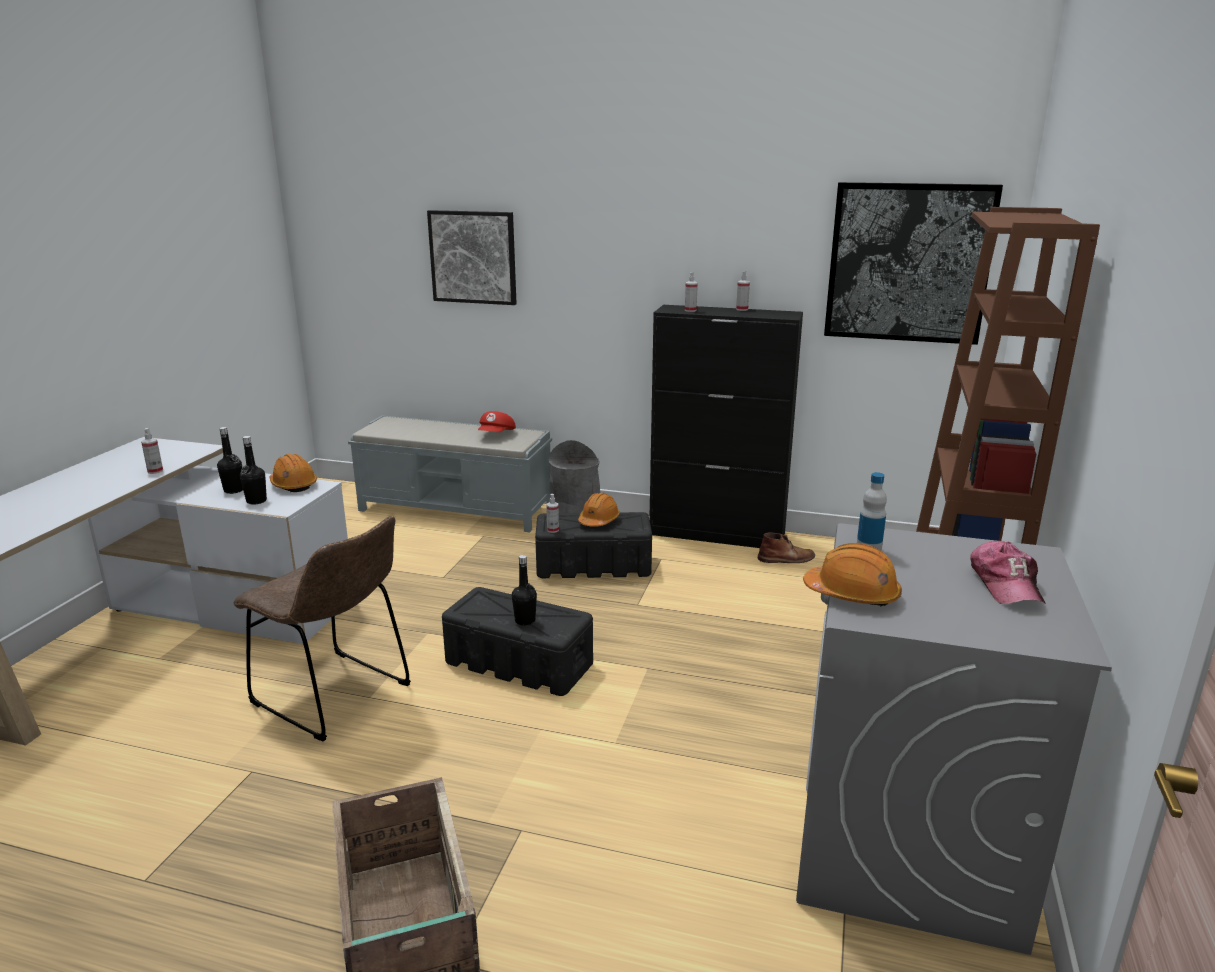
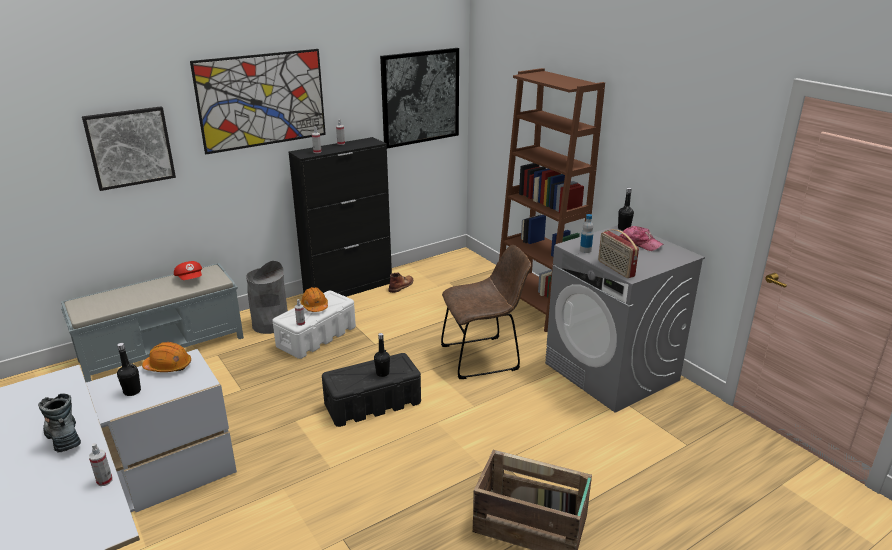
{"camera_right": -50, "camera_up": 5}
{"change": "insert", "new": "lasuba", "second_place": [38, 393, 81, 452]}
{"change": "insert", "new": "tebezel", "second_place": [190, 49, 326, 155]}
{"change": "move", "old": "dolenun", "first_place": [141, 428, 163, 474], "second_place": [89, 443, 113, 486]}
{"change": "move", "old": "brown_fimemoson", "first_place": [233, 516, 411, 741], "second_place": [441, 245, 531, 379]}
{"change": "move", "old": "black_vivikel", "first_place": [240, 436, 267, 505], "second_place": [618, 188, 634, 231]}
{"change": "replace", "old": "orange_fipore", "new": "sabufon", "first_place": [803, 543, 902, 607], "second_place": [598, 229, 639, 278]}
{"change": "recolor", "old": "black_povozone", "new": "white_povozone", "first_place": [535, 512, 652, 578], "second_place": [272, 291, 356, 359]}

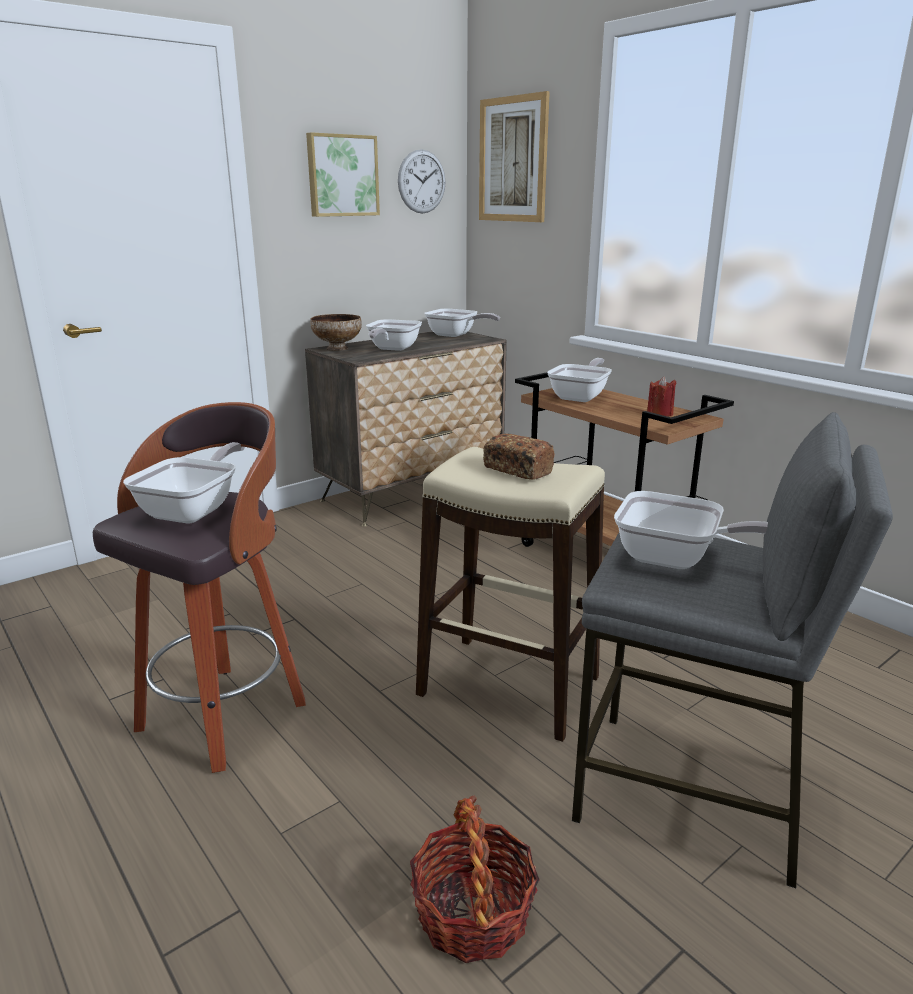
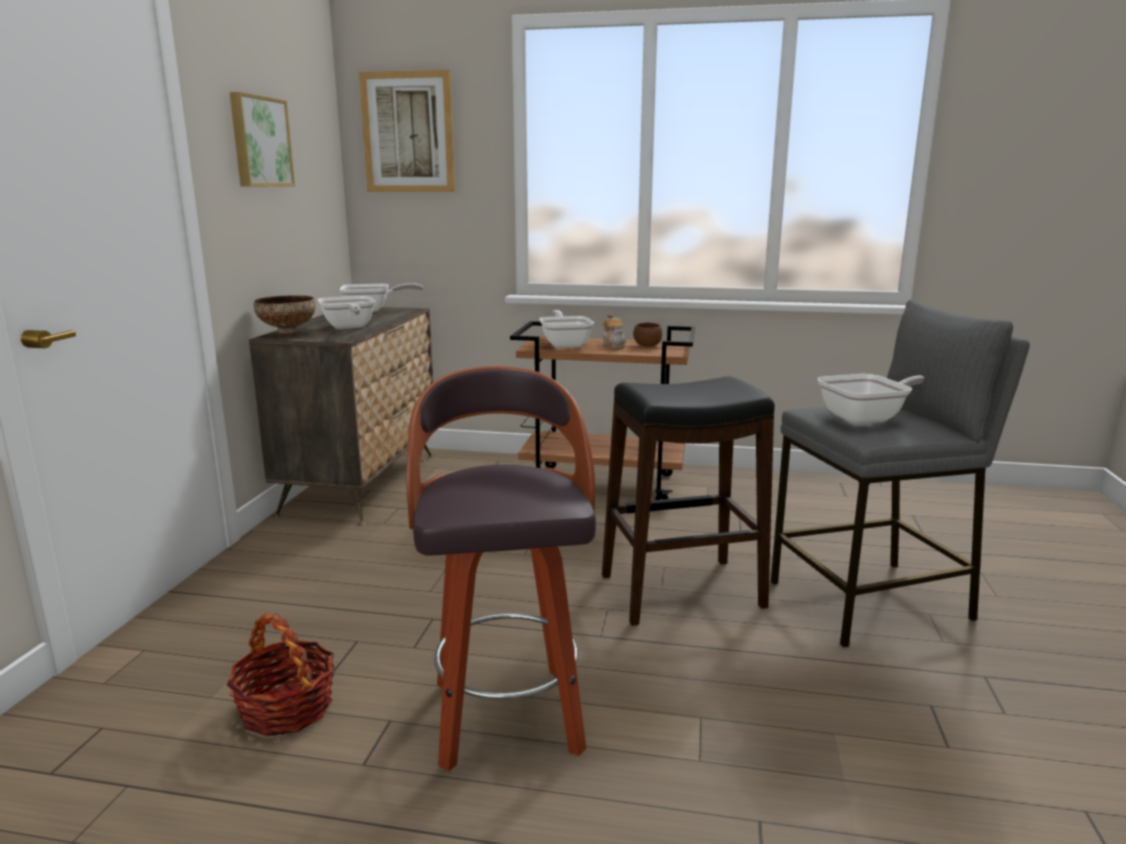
{"camera_right": -40, "camera_up": -5}
{"change": "delete", "old": "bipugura", "first_place": [123, 442, 245, 524]}
{"change": "delete", "old": "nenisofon", "first_place": [398, 149, 445, 214]}
{"change": "delete", "old": "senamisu", "first_place": [483, 433, 555, 480]}
{"change": "insert", "new": "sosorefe", "second_place": [603, 313, 626, 349]}
{"change": "move", "old": "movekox", "first_place": [410, 795, 539, 963], "second_place": [227, 613, 335, 737]}
{"change": "replace", "old": "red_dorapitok", "new": "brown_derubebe", "first_place": [647, 376, 676, 416], "second_place": [633, 322, 662, 347]}
{"change": "recolor", "old": "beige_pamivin", "new": "black_pamivin", "first_place": [416, 447, 605, 742], "second_place": [602, 376, 775, 626]}

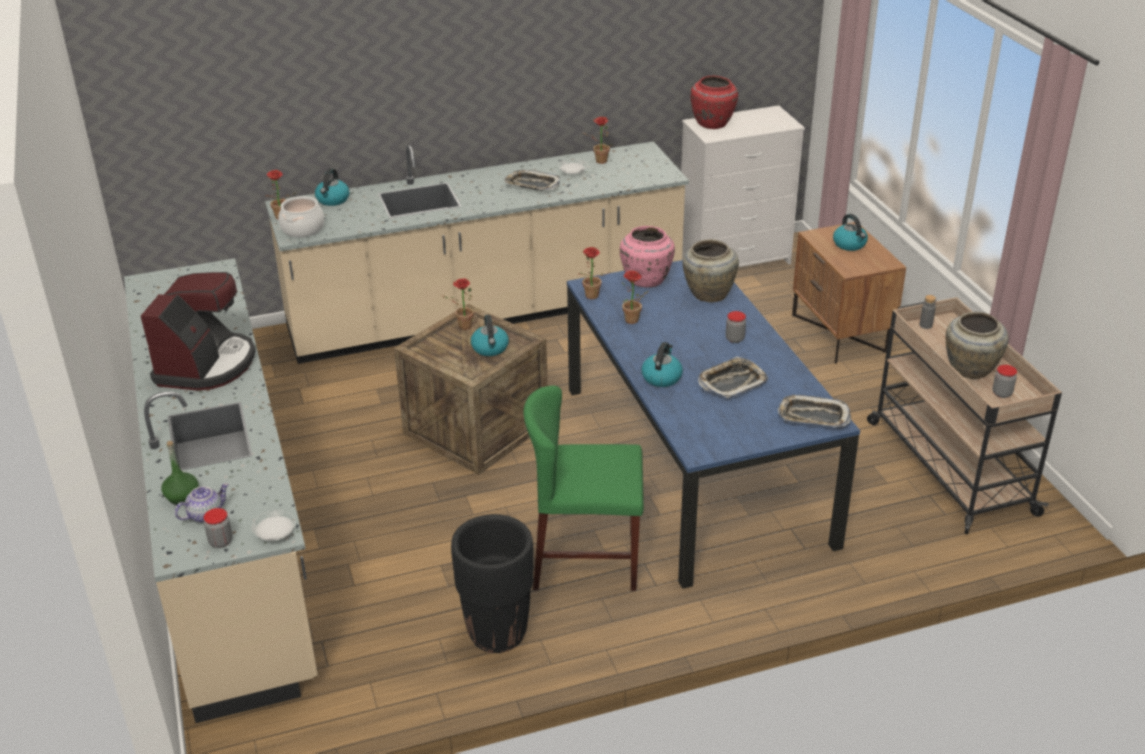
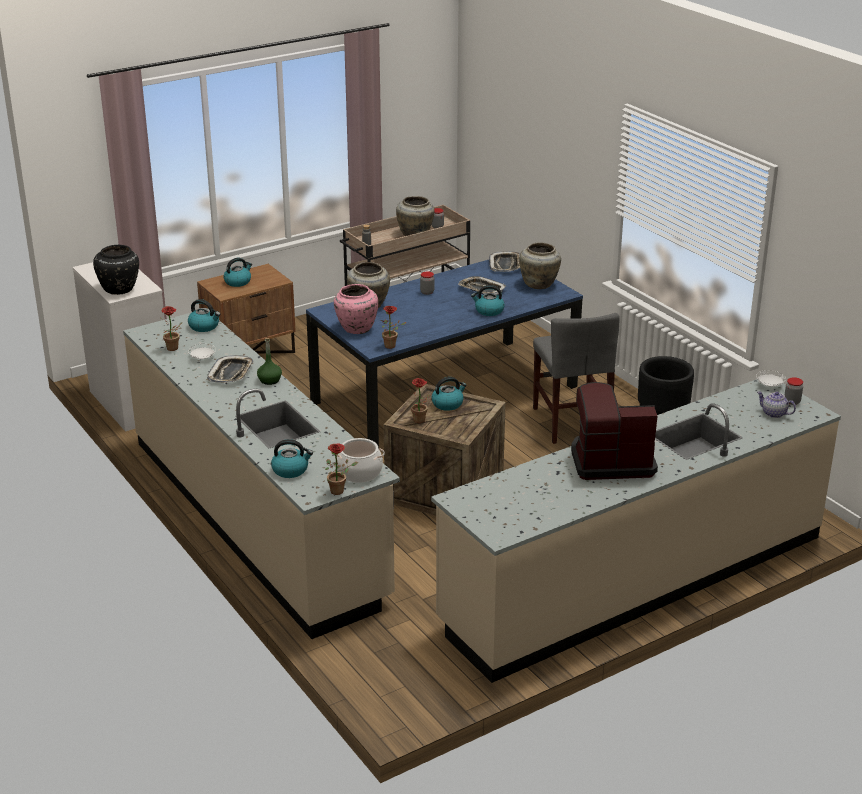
{"camera_right": -105, "camera_up": -5}
{"change": "delete", "old": "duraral", "first_place": [622, 270, 649, 324]}
{"change": "insert", "new": "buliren", "second_place": [188, 299, 220, 332]}
{"change": "insert", "new": "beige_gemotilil", "second_place": [519, 242, 561, 289]}
{"change": "move", "old": "green_vivikel", "first_place": [161, 441, 198, 505], "second_place": [257, 338, 282, 385]}
{"change": "recolor", "old": "green_fimemoson", "new": "grey_fimemoson", "first_place": [524, 385, 644, 591], "second_place": [533, 313, 620, 444]}
{"change": "recolor", "old": "red_gemotilil", "new": "black_gemotilil", "first_place": [690, 76, 738, 129], "second_place": [93, 245, 139, 295]}

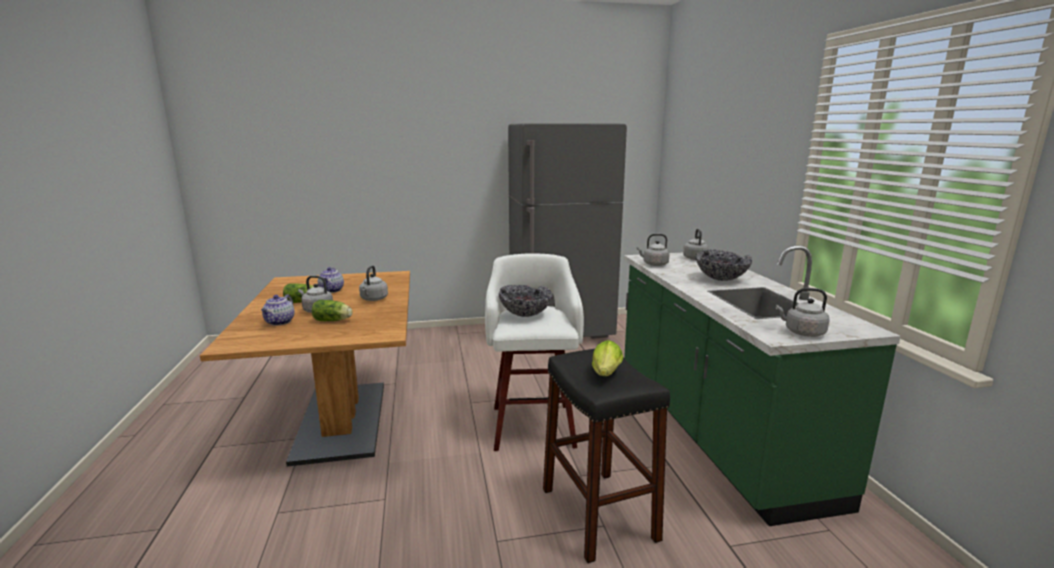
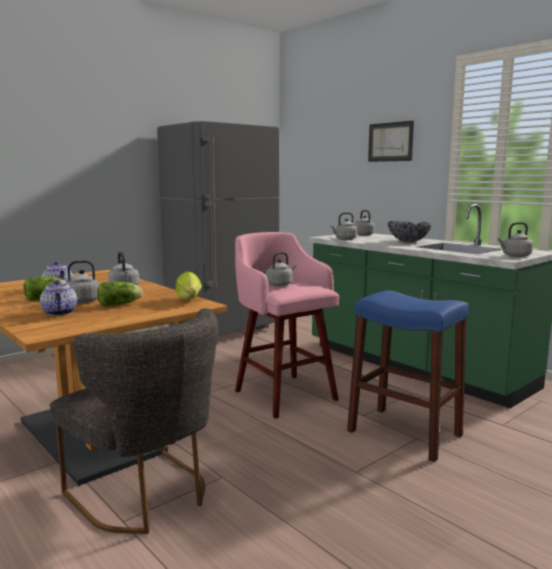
{"camera_right": -30, "camera_up": -5}
{"change": "insert", "new": "grey_fimemoson", "second_place": [50, 308, 218, 534]}
{"change": "insert", "new": "tebezel", "second_place": [368, 121, 414, 162]}
{"change": "move", "old": "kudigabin", "first_place": [592, 340, 623, 376], "second_place": [175, 271, 202, 300]}
{"change": "replace", "old": "derubebe", "new": "grey_buliren", "first_place": [499, 285, 553, 317], "second_place": [266, 252, 296, 286]}
{"change": "recolor", "old": "white_pamivin", "new": "pink_pamivin", "first_place": [485, 253, 584, 451], "second_place": [235, 232, 339, 419]}
{"change": "recolor", "old": "black_pamivin", "new": "blue_pamivin", "first_place": [543, 349, 670, 563], "second_place": [347, 290, 469, 462]}

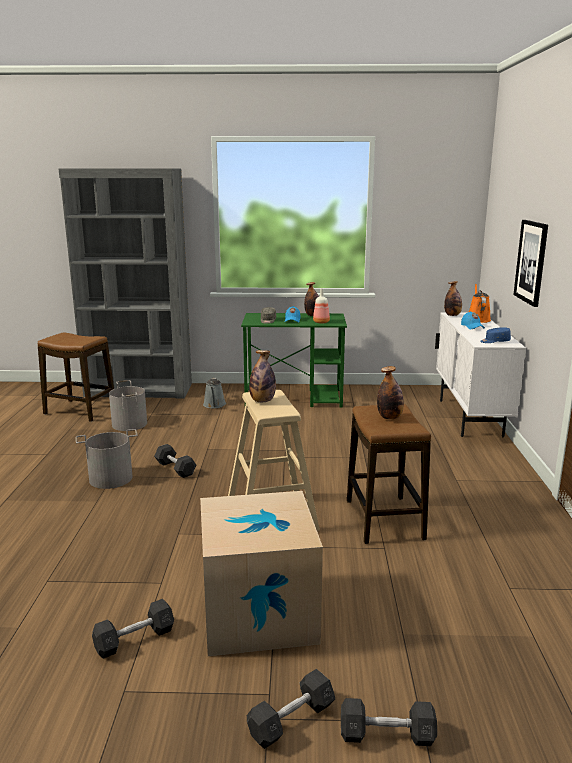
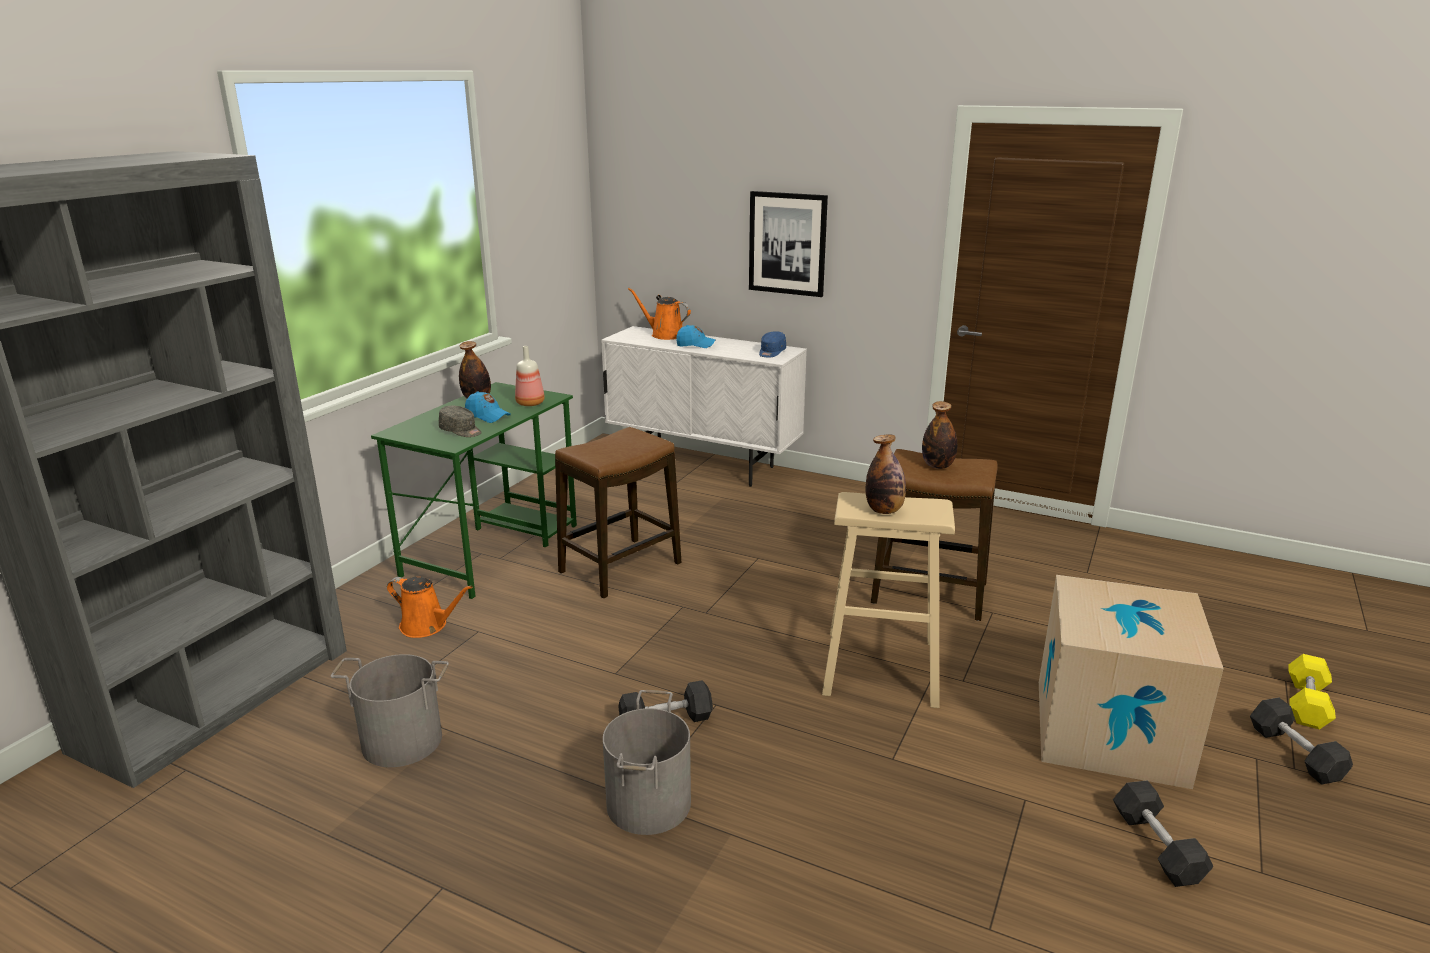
{"camera_right": -65, "camera_up": 5}
{"change": "delete", "old": "vivikel", "first_place": [444, 281, 462, 316]}
{"change": "move", "old": "pamivin", "first_place": [38, 332, 114, 422], "second_place": [555, 427, 681, 598]}
{"change": "recolor", "old": "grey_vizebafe", "new": "orange_vizebafe", "first_place": [203, 378, 226, 408], "second_place": [387, 577, 473, 638]}
{"change": "recolor", "old": "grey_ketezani", "new": "yellow_ketezani", "first_place": [341, 698, 437, 746], "second_place": [1288, 654, 1336, 730]}

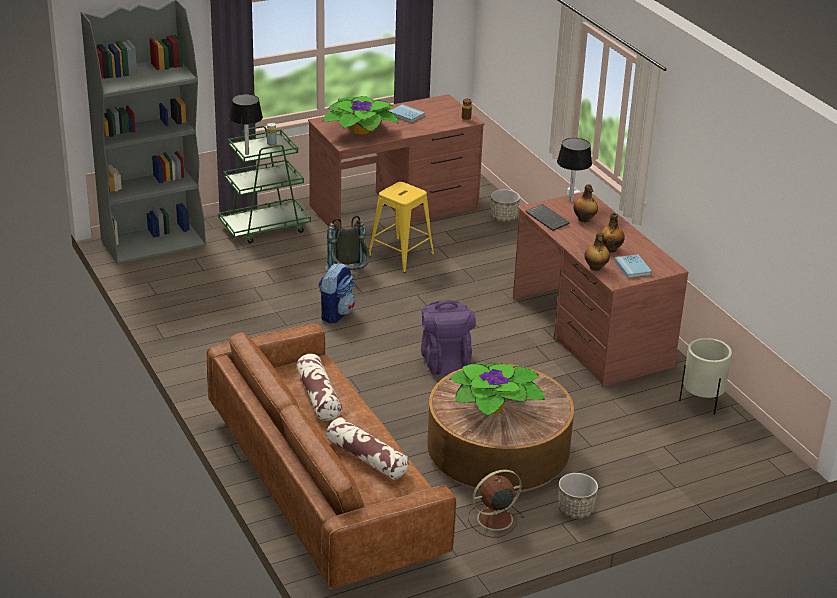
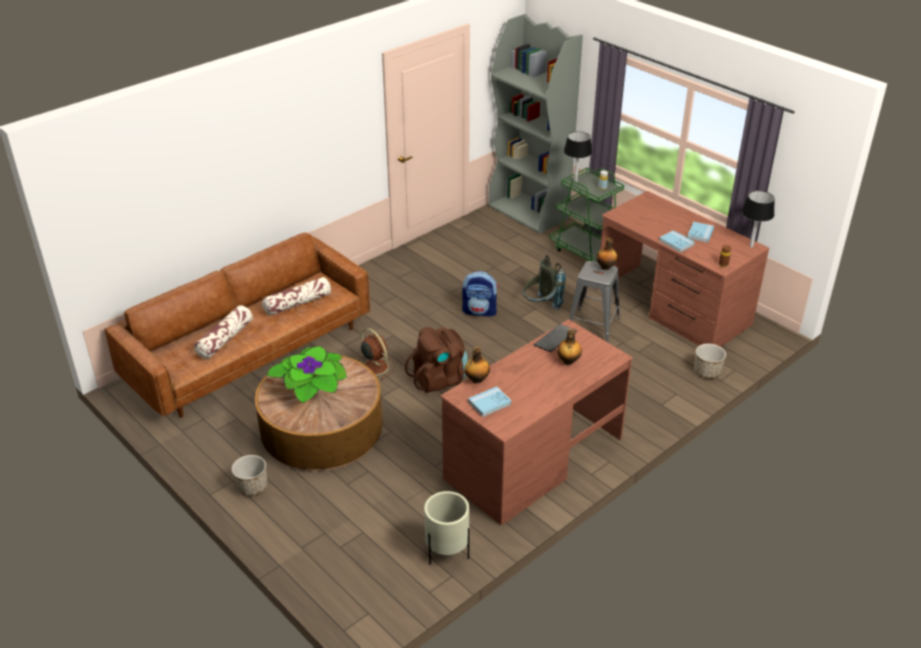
{"camera_right": 75, "camera_up": 5}
{"change": "delete", "old": "duraral", "first_place": [322, 96, 399, 135]}
{"change": "insert", "new": "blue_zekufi", "second_place": [659, 230, 695, 252]}
{"change": "move", "old": "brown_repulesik", "first_place": [468, 469, 524, 538], "second_place": [358, 328, 395, 380]}
{"change": "move", "old": "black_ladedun", "first_place": [557, 138, 592, 202], "second_place": [742, 191, 775, 247]}
{"change": "move", "old": "vivikel", "first_place": [601, 213, 625, 252], "second_place": [597, 238, 618, 270]}
{"change": "recolor", "old": "yellow_pamivin", "new": "grey_pamivin", "first_place": [369, 182, 434, 272], "second_place": [569, 261, 620, 343]}
{"change": "recolor", "old": "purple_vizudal", "new": "brown_vizudal", "first_place": [421, 300, 476, 375], "second_place": [405, 327, 468, 393]}

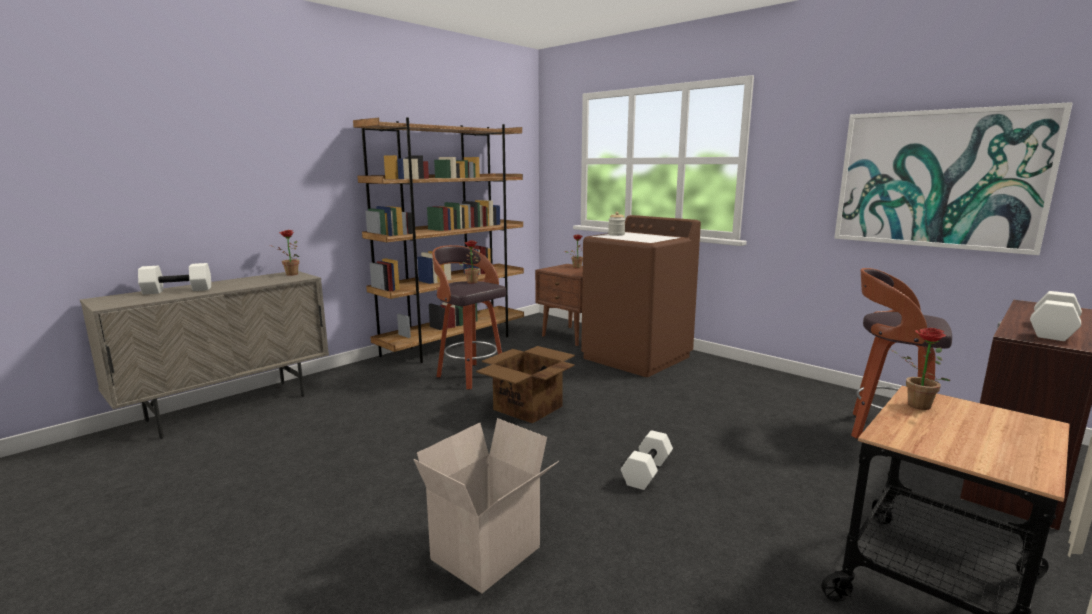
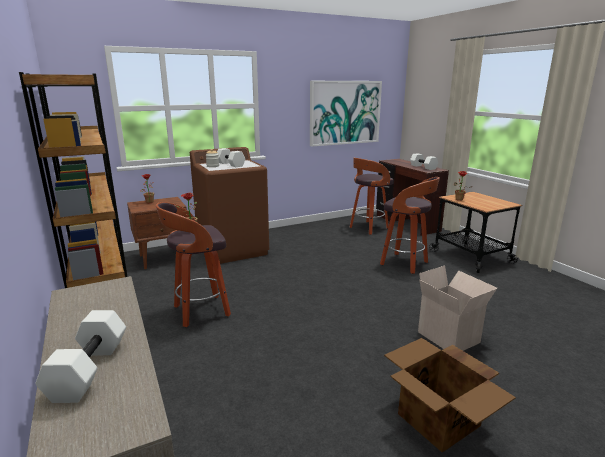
{"camera_right": -70, "camera_up": 5}
{"change": "delete", "old": "duraral", "first_place": [270, 230, 300, 276]}
{"change": "insert", "new": "pamivin", "second_place": [380, 177, 440, 274]}
{"change": "move", "old": "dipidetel", "first_place": [476, 346, 575, 424], "second_place": [384, 338, 516, 453]}
{"change": "move", "old": "white_ketezani", "first_place": [621, 430, 673, 490], "second_place": [217, 148, 245, 167]}

